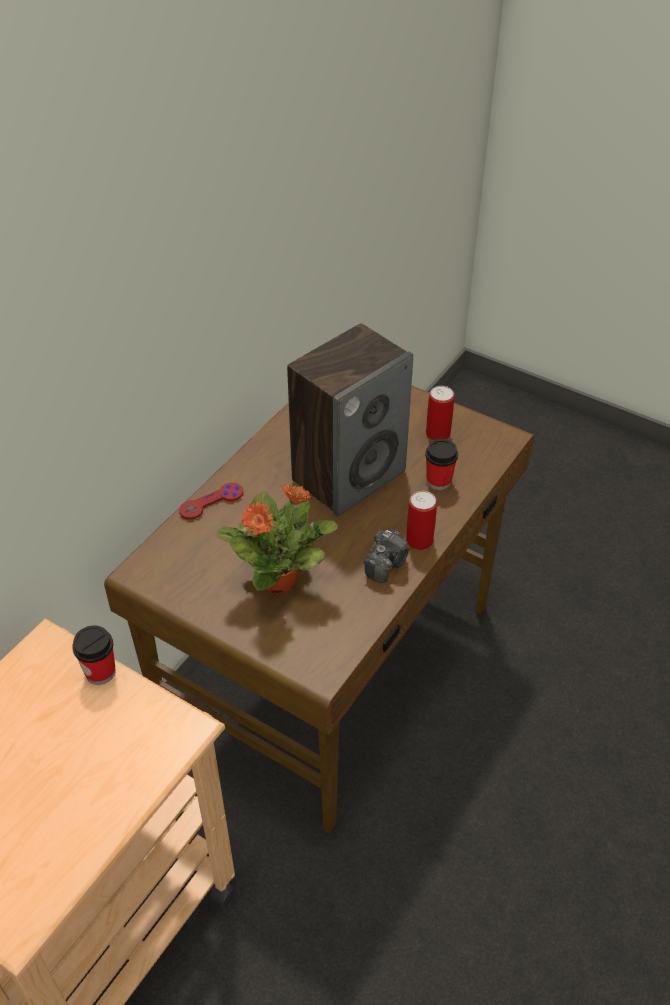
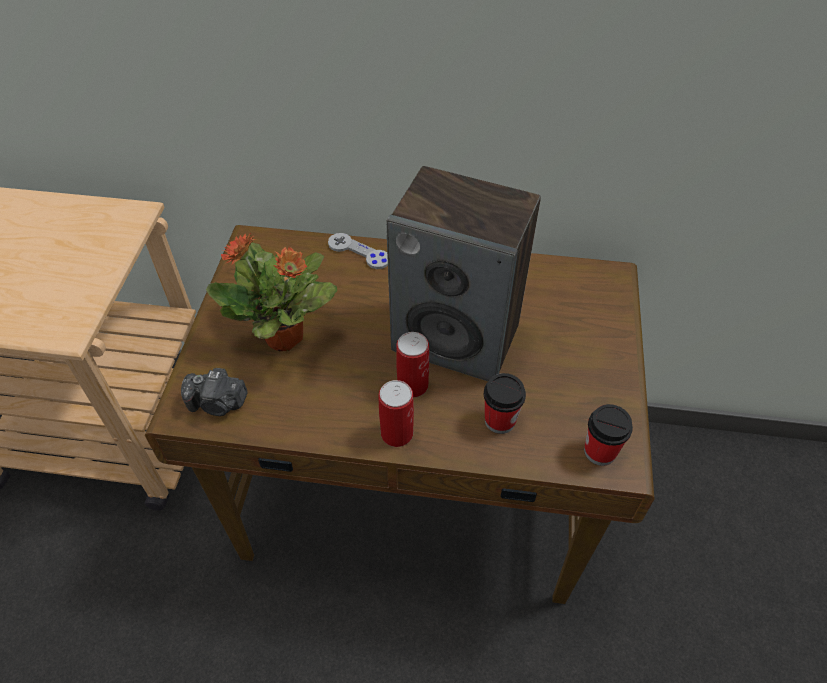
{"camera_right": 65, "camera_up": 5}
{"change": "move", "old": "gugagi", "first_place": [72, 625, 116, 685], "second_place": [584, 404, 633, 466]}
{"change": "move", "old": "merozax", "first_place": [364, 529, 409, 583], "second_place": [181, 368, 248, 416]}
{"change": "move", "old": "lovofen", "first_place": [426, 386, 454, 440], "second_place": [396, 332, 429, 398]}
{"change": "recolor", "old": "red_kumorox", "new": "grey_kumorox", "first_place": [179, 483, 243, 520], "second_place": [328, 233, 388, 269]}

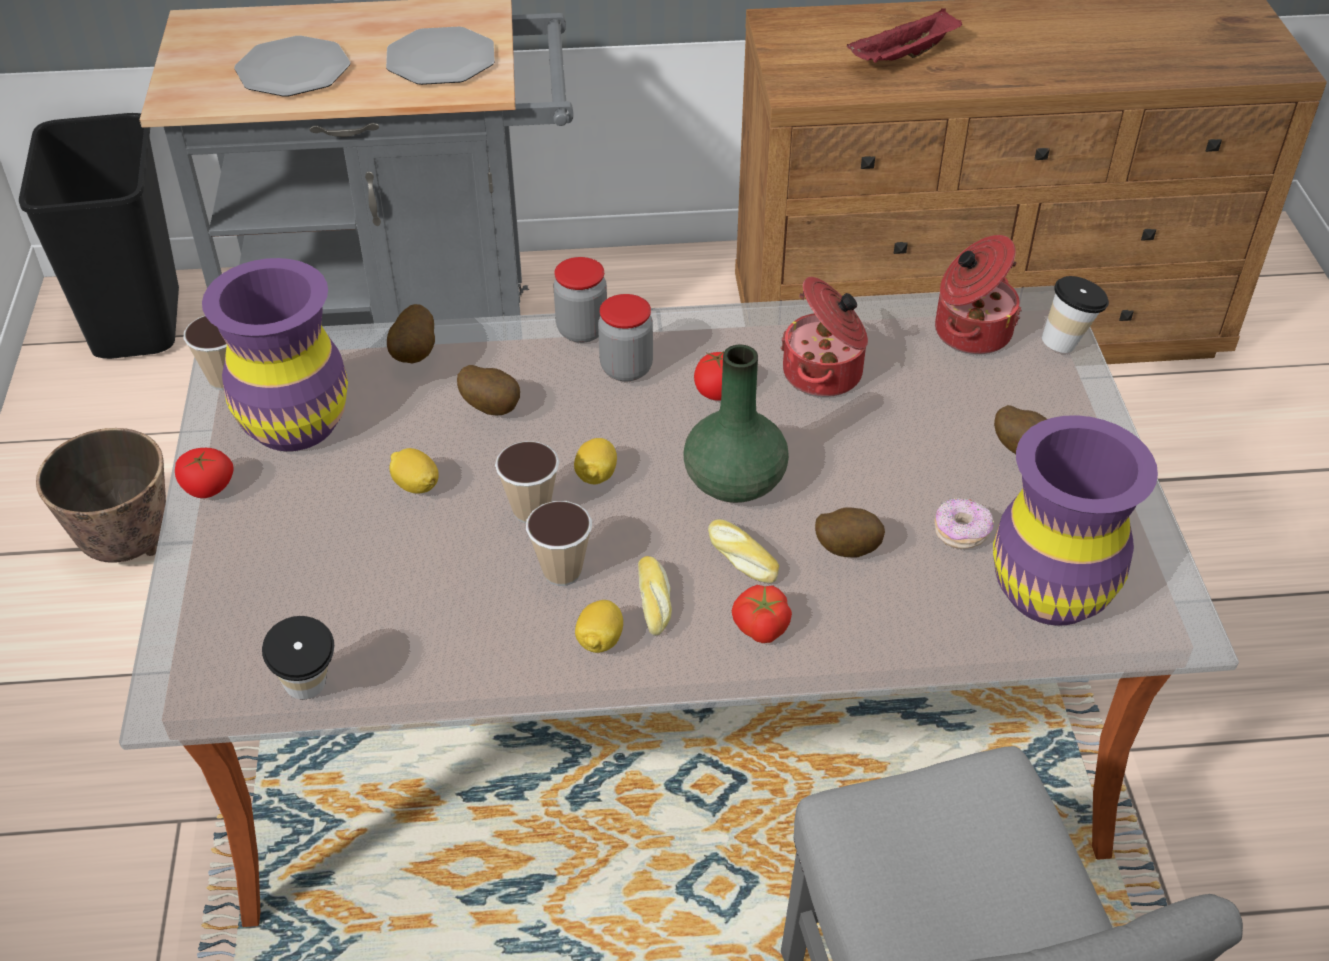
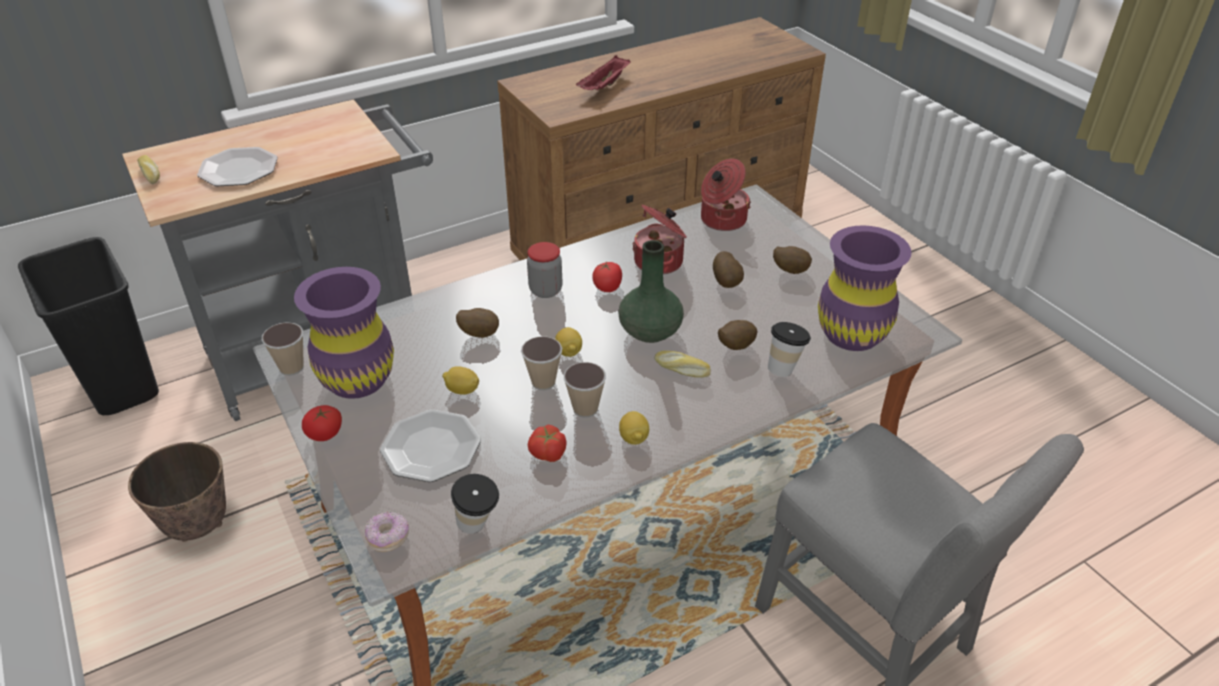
{"camera_right": -25, "camera_up": -5}
{"change": "delete", "old": "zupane", "first_place": [553, 257, 607, 343]}
{"change": "move", "old": "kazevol", "first_place": [386, 27, 495, 85], "second_place": [380, 409, 481, 482]}
{"change": "move", "old": "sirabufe", "first_place": [387, 304, 435, 363], "second_place": [713, 251, 744, 288]}
{"change": "move", "old": "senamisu", "first_place": [638, 556, 672, 636], "second_place": [137, 155, 160, 184]}
{"change": "move", "old": "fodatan", "first_place": [732, 585, 792, 643], "second_place": [528, 425, 567, 462]}
{"change": "move", "old": "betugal", "first_place": [935, 498, 994, 549], "second_place": [365, 512, 409, 552]}
{"change": "move", "old": "gugagi", "first_place": [1042, 276, 1109, 353], "second_place": [768, 322, 811, 377]}

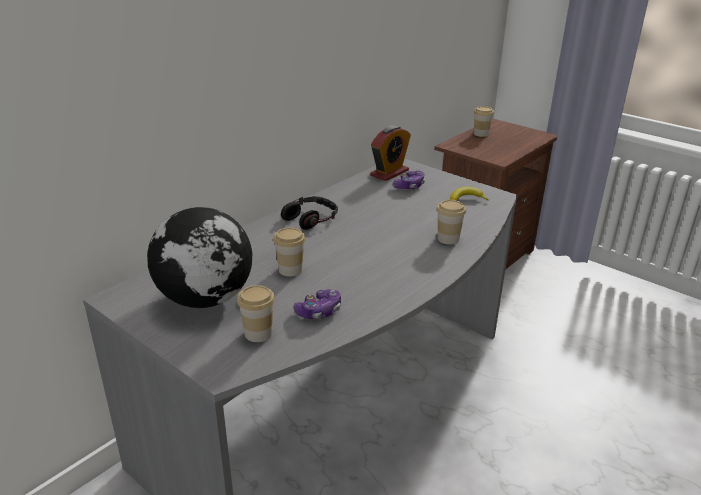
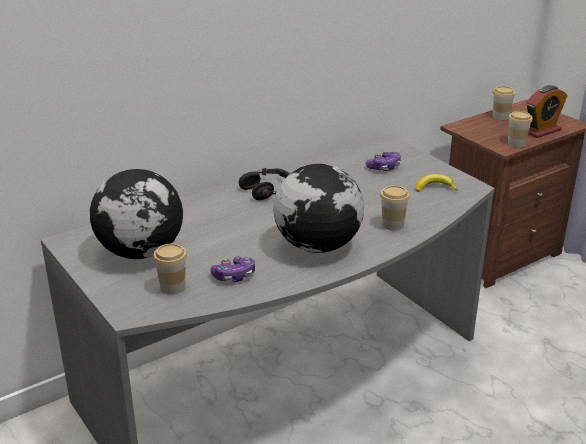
{"camera_right": 15, "camera_up": 0}
{"change": "insert", "new": "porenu", "second_place": [273, 164, 364, 253]}
{"change": "move", "old": "gugagi", "first_place": [273, 227, 306, 277], "second_place": [508, 111, 533, 147]}
{"change": "move", "old": "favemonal", "first_place": [370, 125, 411, 181], "second_place": [527, 85, 567, 138]}

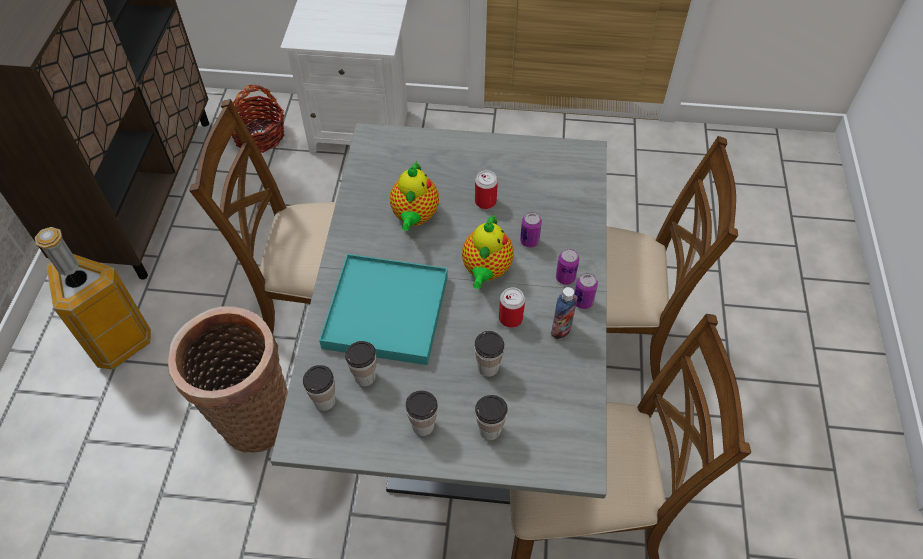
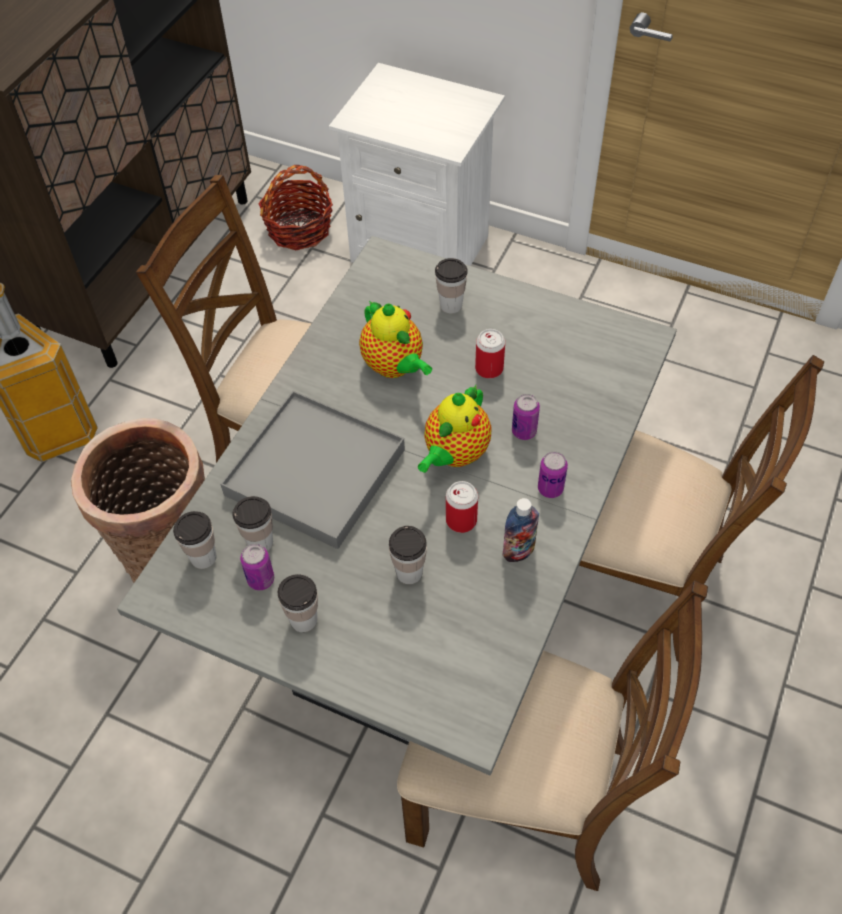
{"camera_right": 20, "camera_up": 0}
{"change": "move", "old": "gugagi", "first_place": [475, 395, 508, 440], "second_place": [435, 258, 468, 313]}
{"change": "move", "old": "lovofen", "first_place": [574, 273, 598, 309], "second_place": [240, 544, 274, 590]}
{"change": "recolor", "old": "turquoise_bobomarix", "new": "grey_bobomarix", "first_place": [319, 254, 448, 365], "second_place": [220, 391, 405, 549]}
{"change": "rotate", "old": "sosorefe", "first_place": [390, 161, 439, 231], "second_place": [359, 301, 432, 378], "degrees": -60}

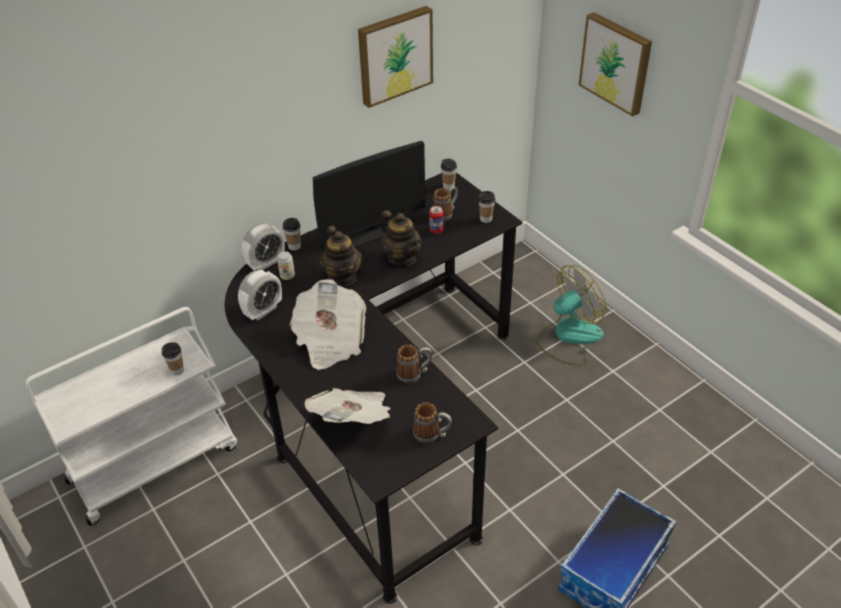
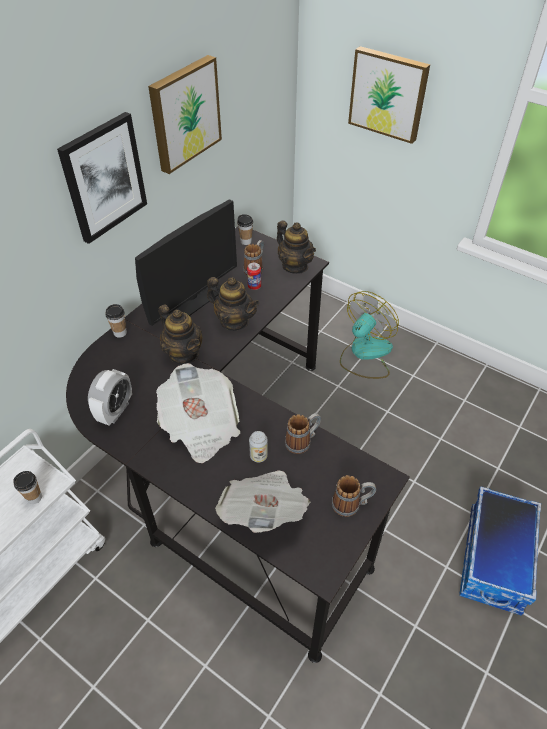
{"camera_right": -20, "camera_up": 5}
{"change": "delete", "old": "favemonal", "first_place": [242, 224, 285, 270]}
{"change": "insert", "new": "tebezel", "second_place": [57, 112, 147, 244]}
{"change": "move", "old": "lovofen", "first_place": [277, 251, 295, 280], "second_place": [249, 431, 268, 462]}
{"change": "replace", "old": "gugagi", "new": "sosorefe", "first_place": [478, 191, 496, 223], "second_place": [277, 220, 316, 274]}

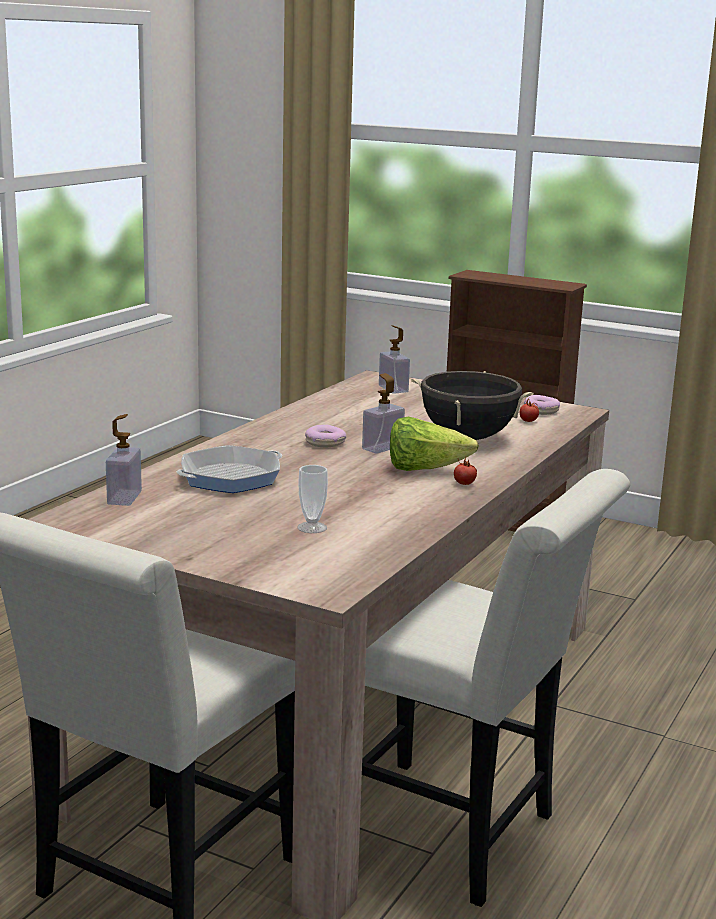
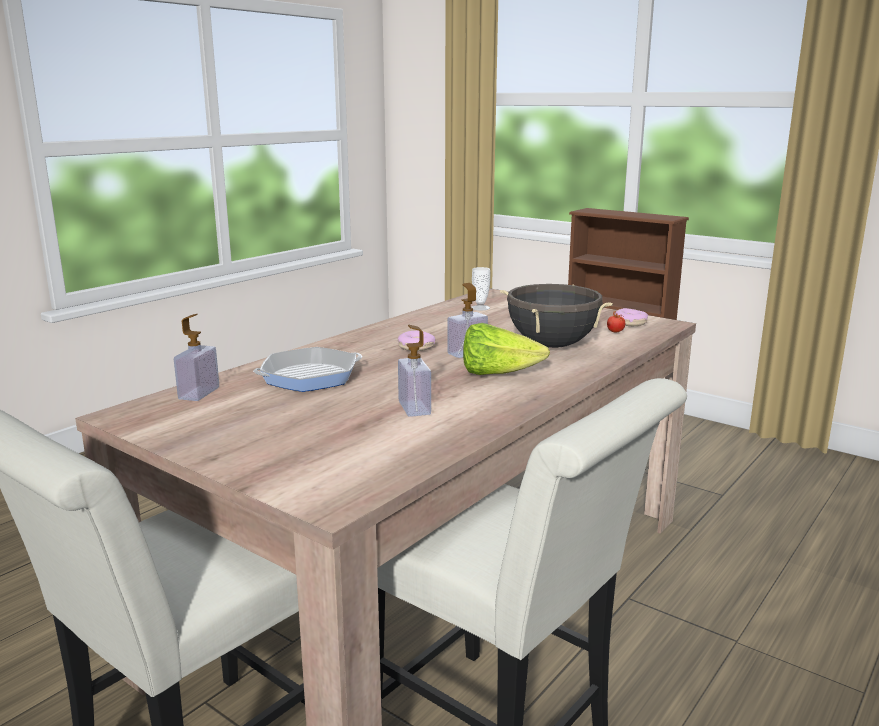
{"camera_right": 10, "camera_up": 0}
{"change": "delete", "old": "fodatan", "first_place": [454, 457, 477, 485]}
{"change": "move", "old": "gugagi", "first_place": [297, 465, 328, 533], "second_place": [472, 267, 490, 310]}
{"change": "move", "old": "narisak", "first_place": [379, 325, 410, 394], "second_place": [398, 325, 431, 417]}

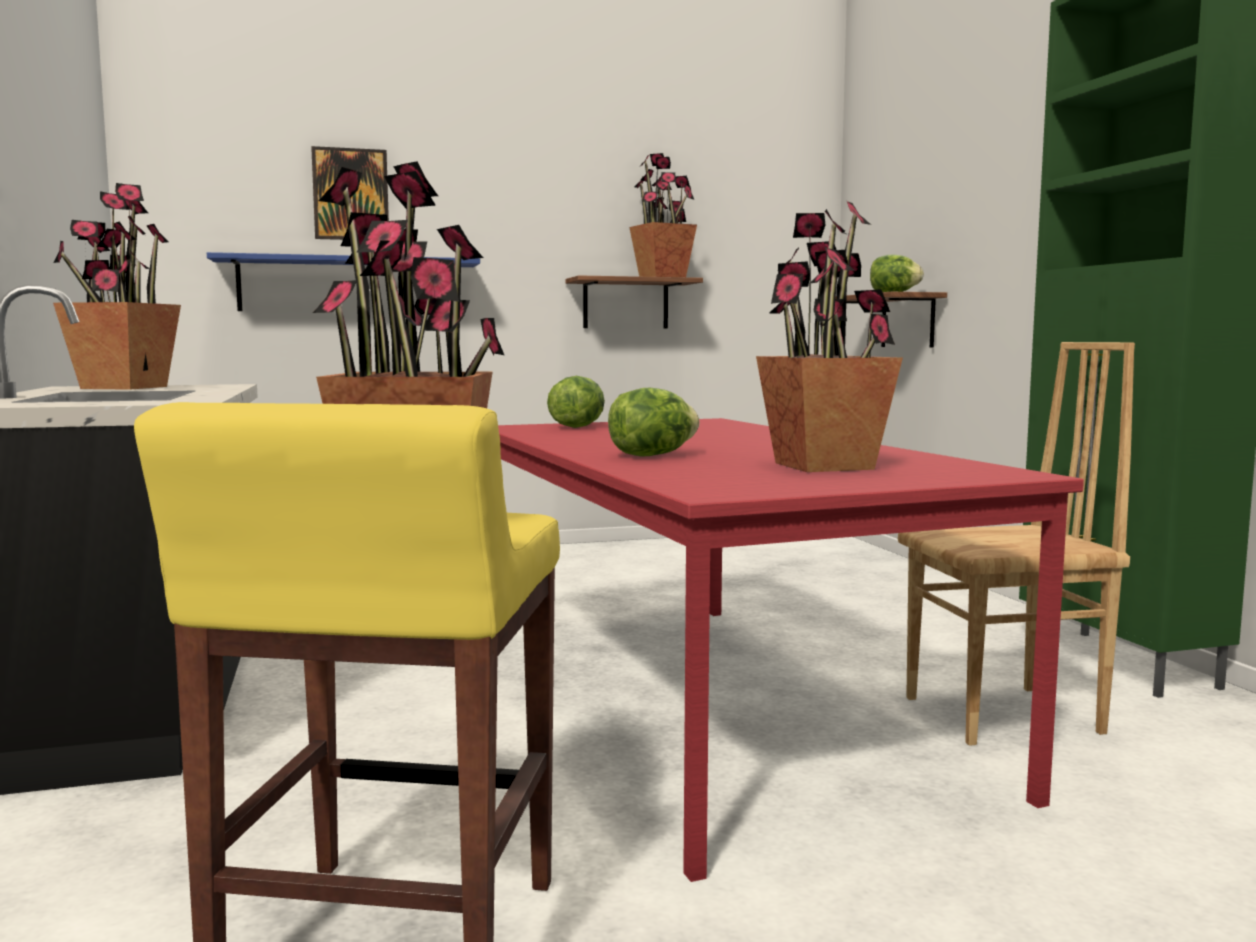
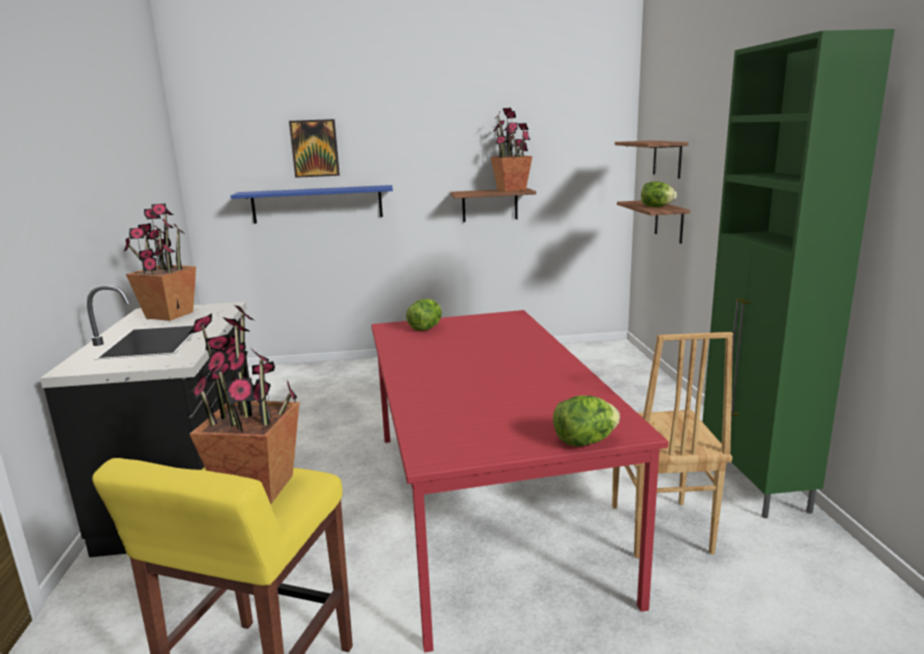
{"camera_right": 10, "camera_up": 10}
{"change": "delete", "old": "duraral", "first_place": [756, 200, 903, 472]}
{"change": "insert", "new": "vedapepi", "second_place": [615, 140, 688, 179]}
{"change": "move", "old": "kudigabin", "first_place": [608, 388, 699, 457], "second_place": [553, 395, 620, 446]}
{"change": "rotate", "old": "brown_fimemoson", "first_place": [898, 342, 1135, 746], "second_place": [612, 332, 733, 558], "degrees": 90}

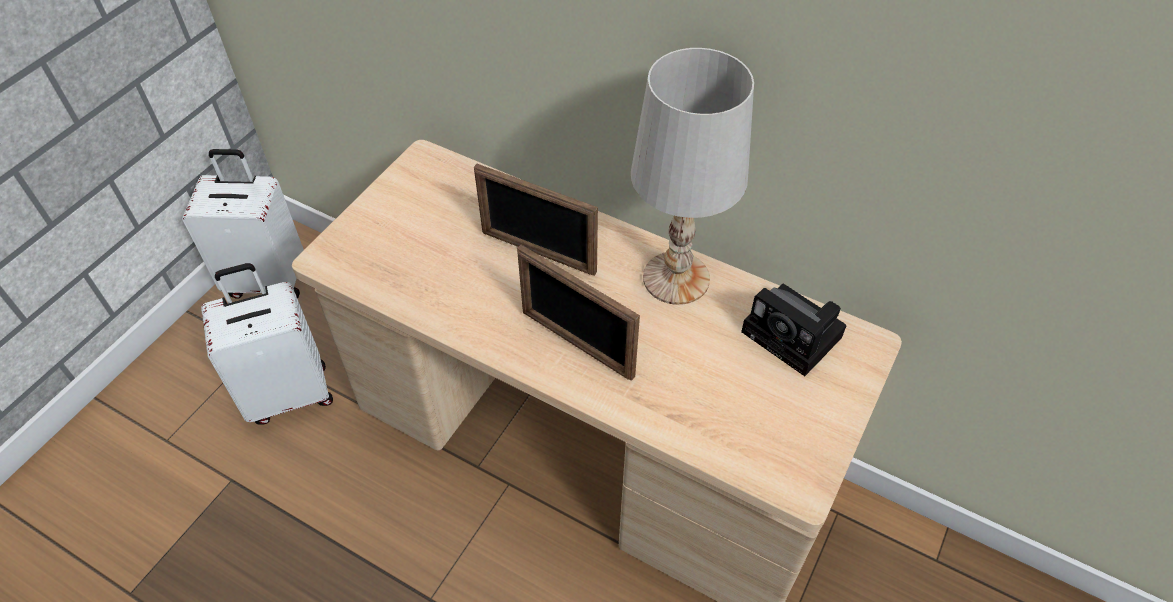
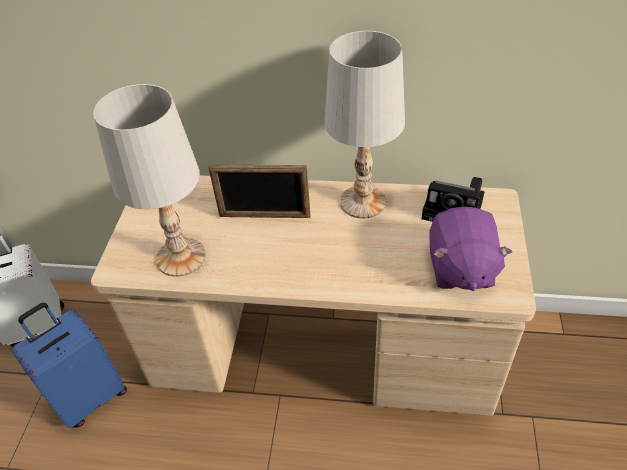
{"camera_right": -20, "camera_up": -5}
{"change": "delete", "old": "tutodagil", "first_place": [517, 245, 640, 381]}
{"change": "insert", "new": "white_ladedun", "second_place": [93, 84, 206, 277]}
{"change": "insert", "new": "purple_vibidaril", "second_place": [429, 206, 512, 291]}
{"change": "recolor", "old": "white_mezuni", "new": "blue_mezuni", "first_place": [201, 263, 333, 424], "second_place": [11, 303, 127, 428]}

